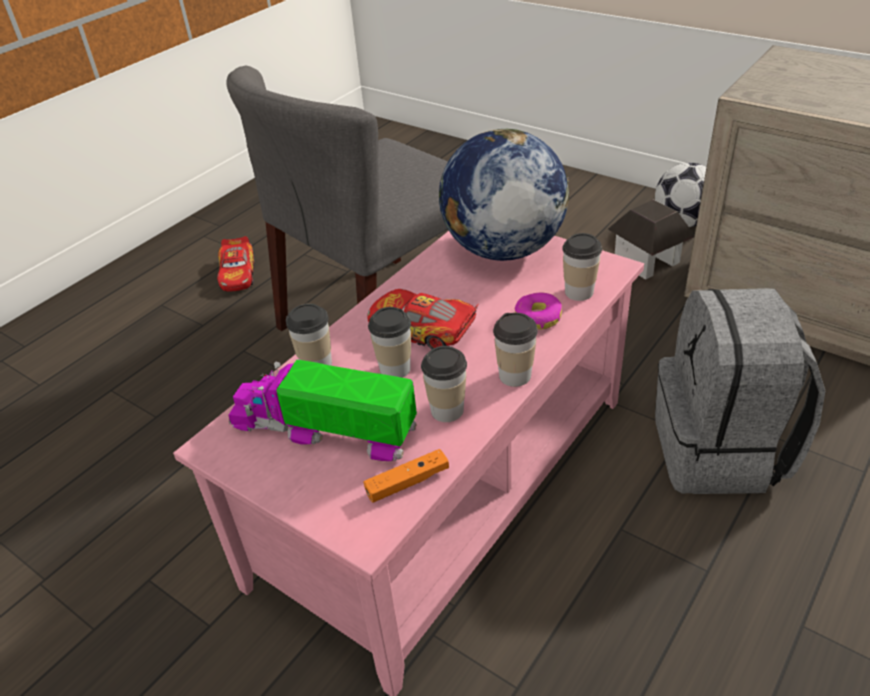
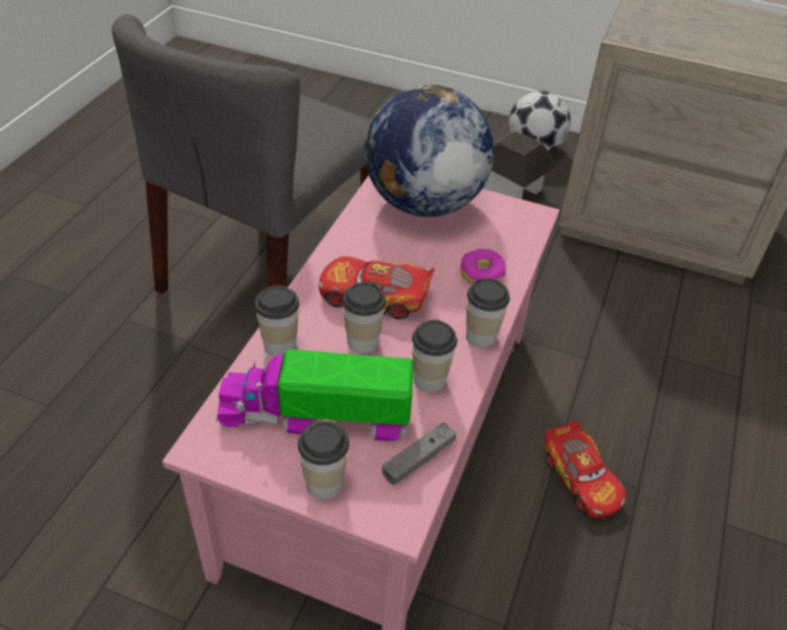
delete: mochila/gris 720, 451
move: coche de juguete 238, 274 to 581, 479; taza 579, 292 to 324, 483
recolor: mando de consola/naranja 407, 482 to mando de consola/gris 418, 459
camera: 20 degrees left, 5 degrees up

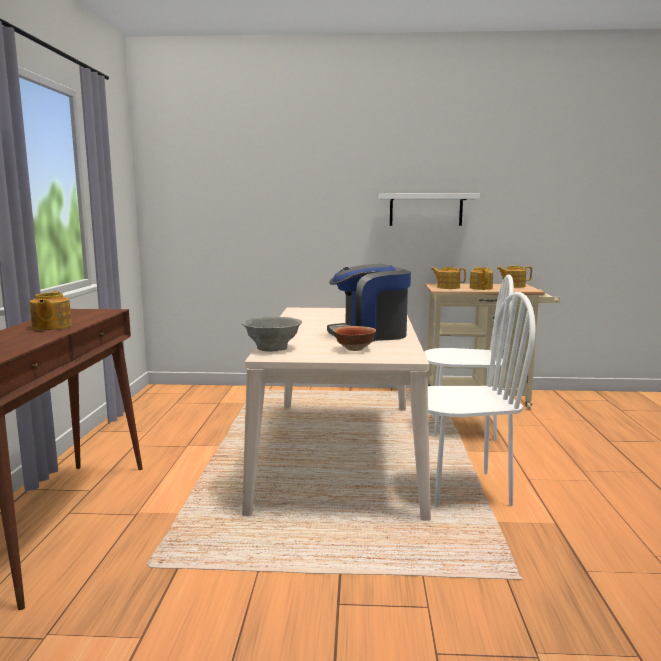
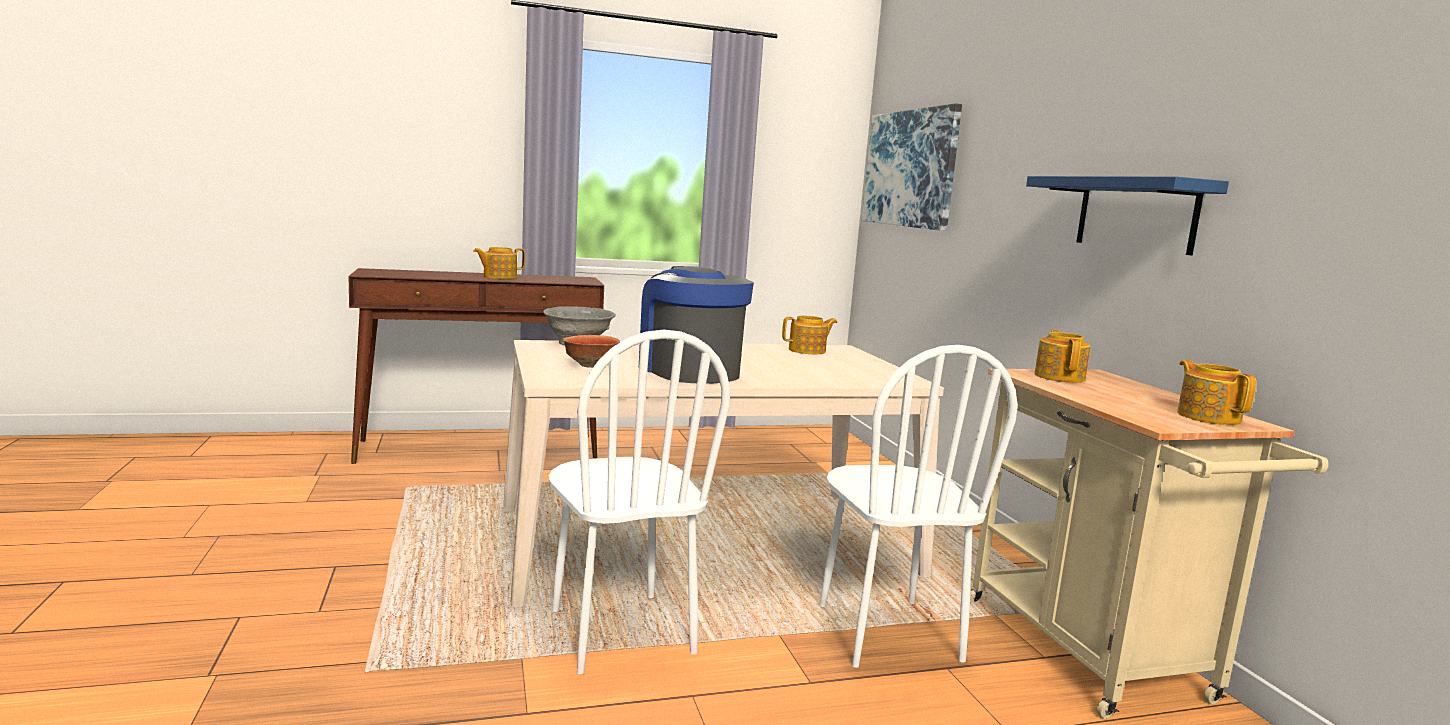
insert: cuadro 910, 169
move: tetera 481, 288 to 808, 351
recolor: estante/blanco 426, 210 to estante/azul 1135, 214
camera: 70 degrees right, 0 degrees up

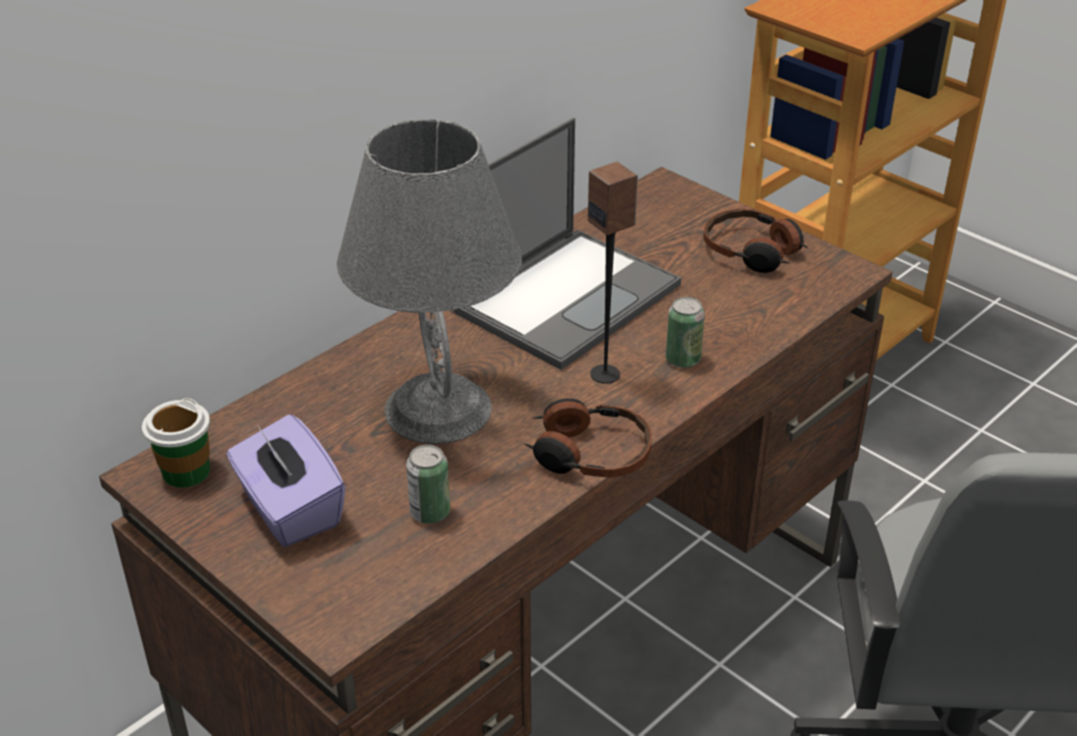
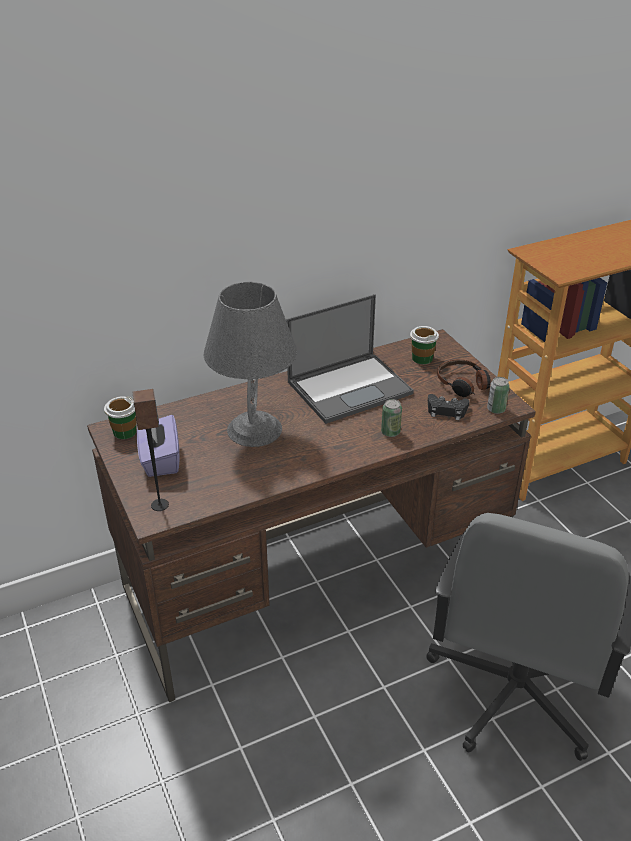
delete: auriculares 588, 454
insert: taza 422, 358; mando de consola/negro 446, 410
move: lata 430, 512 to 496, 409; altavoz 605, 374 to 160, 505
camera: 20 degrees right, 0 degrees up

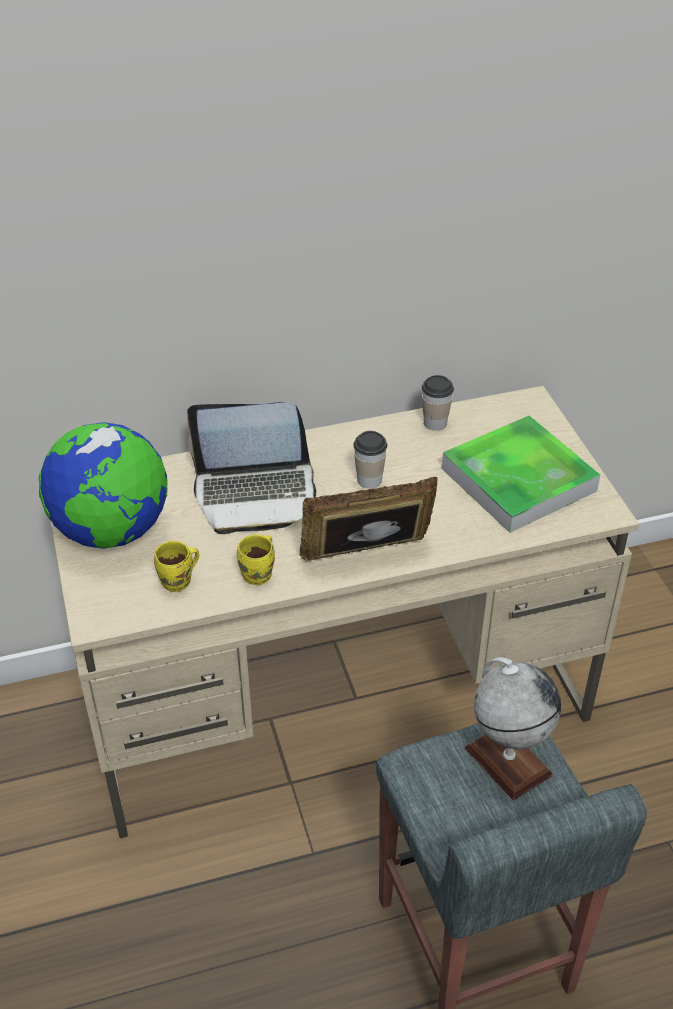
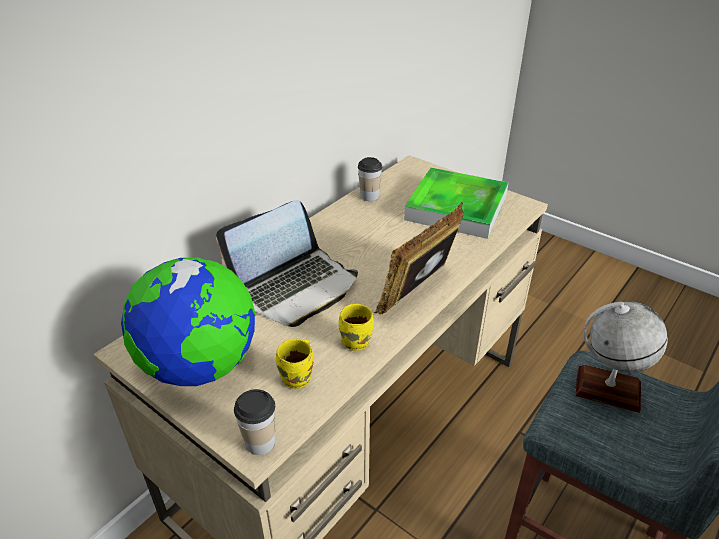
move: taza 369, 480 to 260, 442
camera: 35 degrees left, 5 degrees down

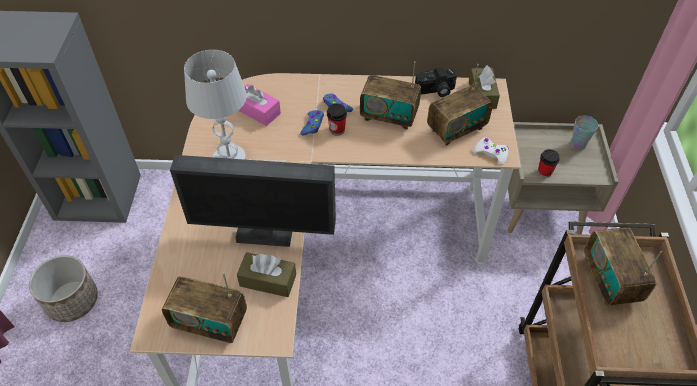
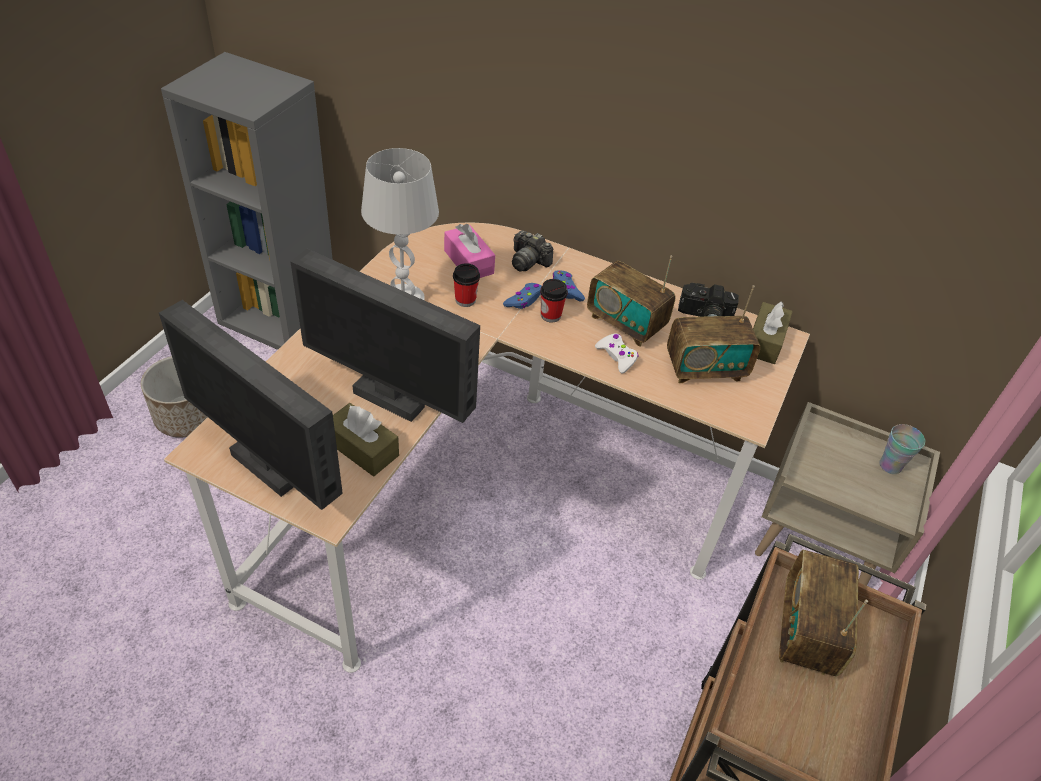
insert: cámara 528, 261
move: mando de consola/blanco 491, 153 to 616, 356; taza 544, 172 to 465, 300
replace: radio 210, 322 to monitor 268, 466
camera: 20 degrees right, 5 degrees down

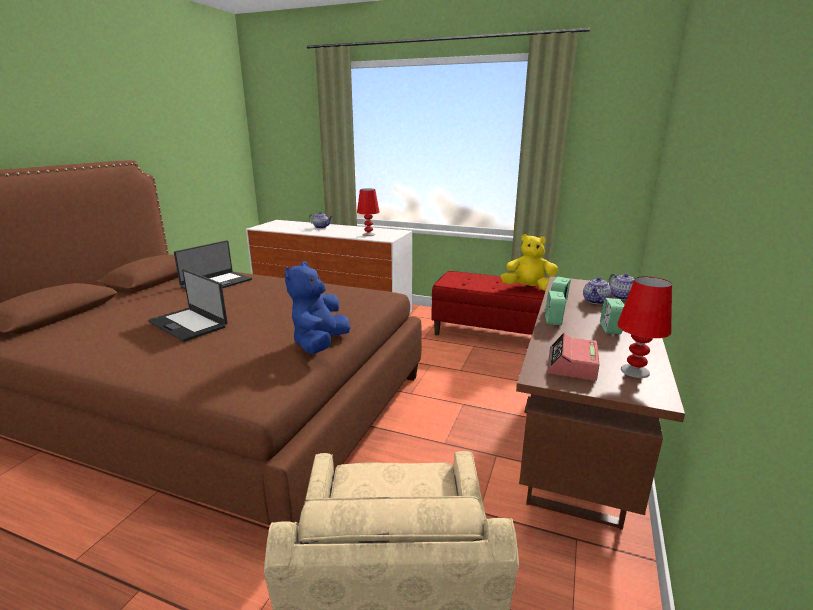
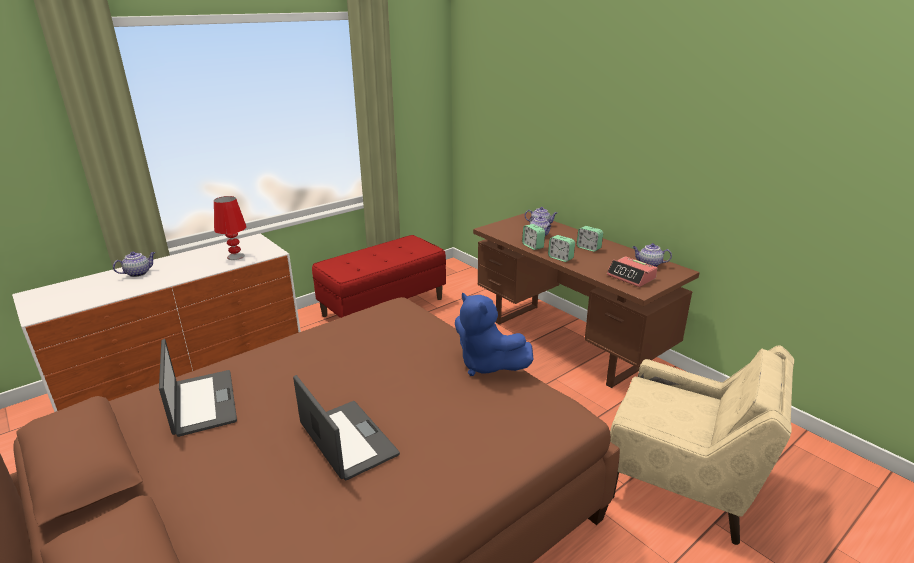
delete: peluche/amarillo 528, 288
replace: lámpara de mesa/rojo 634, 371 to tetera 649, 264
rotate: portátil 189, 324 = 347, 440 105 degrees counterclockwise
camera: 60 degrees left, 5 degrees up

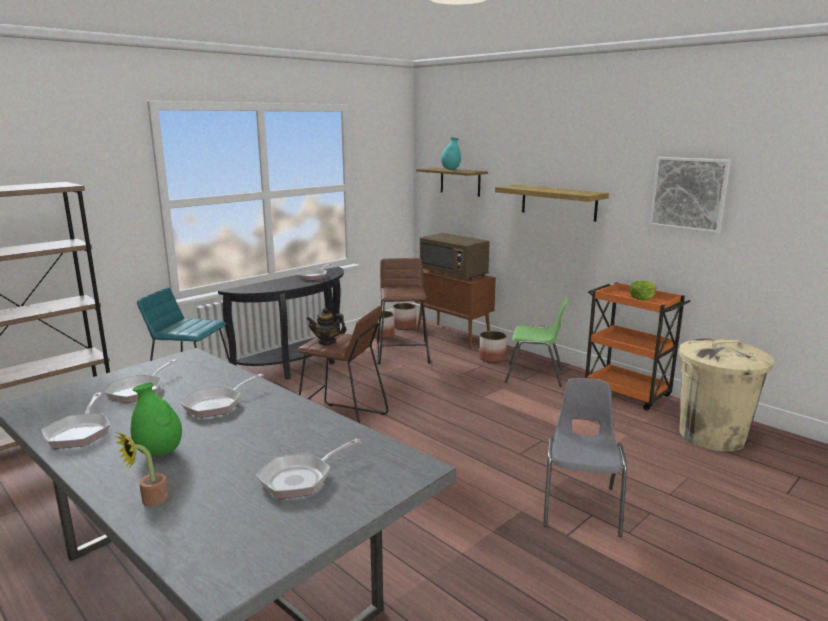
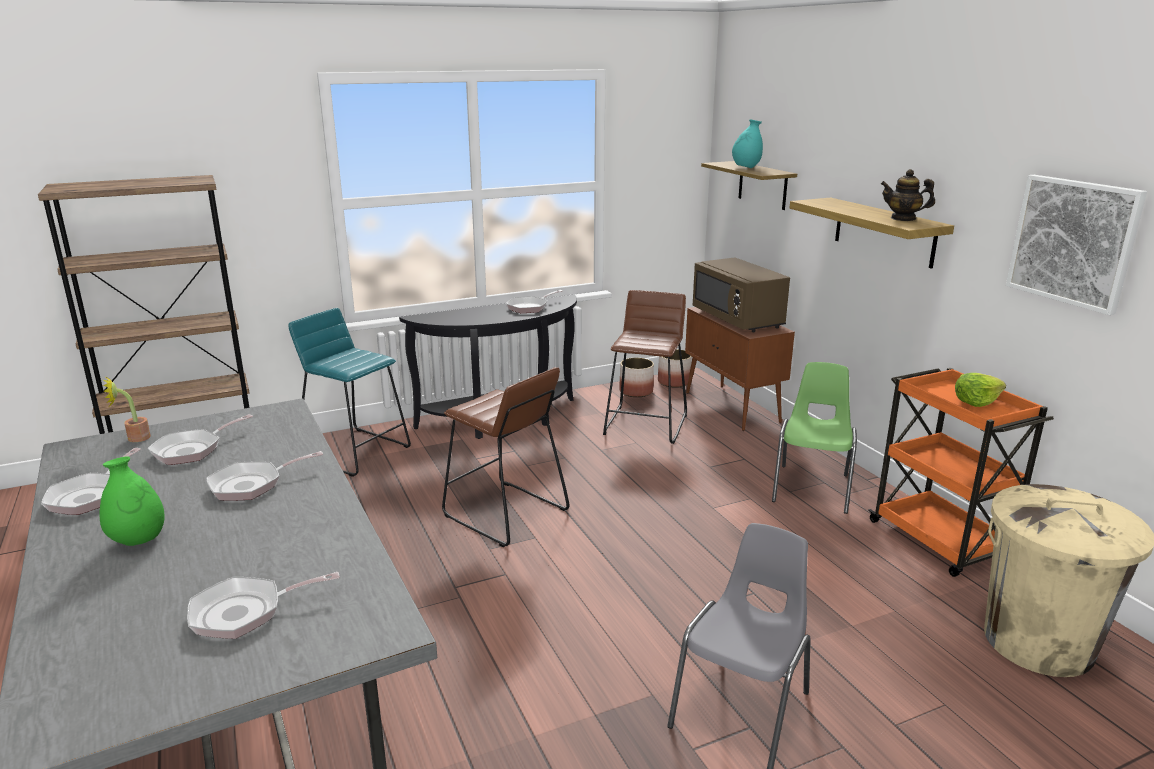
delete: maceta 492, 358
move: planta en maceta 149, 501 to 134, 438; tetera 326, 342 to 903, 218
rotate: silla/verde 535, 376 = 812, 488 105 degrees counterclockwise
camera: 20 degrees right, 5 degrees up

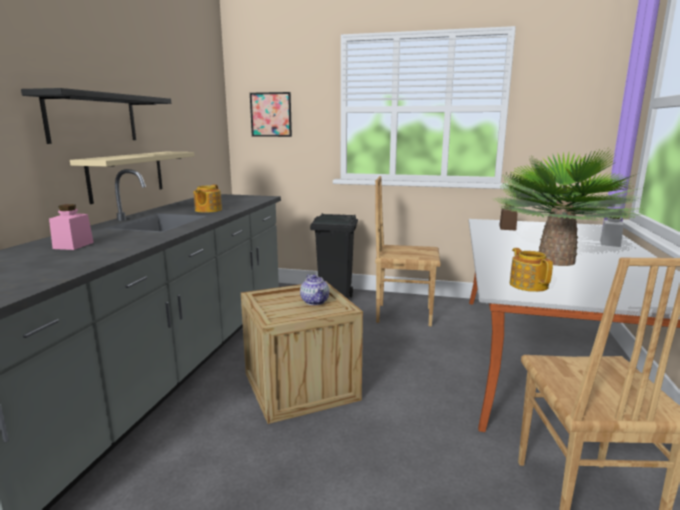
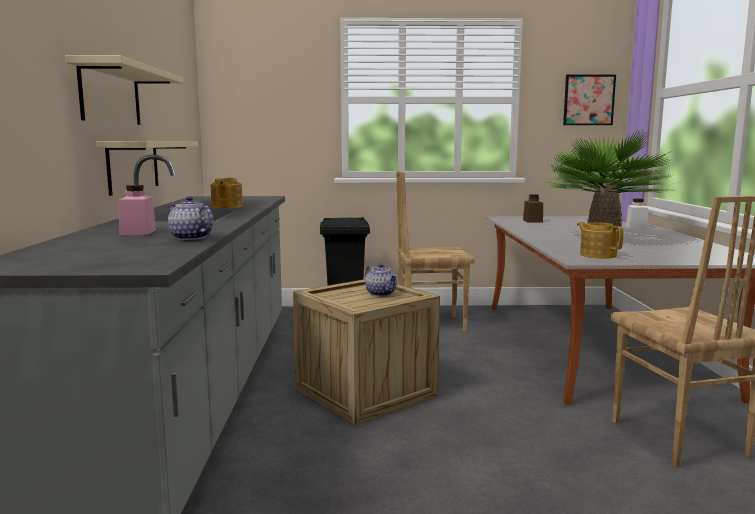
insert: tetera 190, 238
move: cuadro 271, 114 to 589, 100
recolor: estante/negro 93, 118 to estante/beis 111, 95
camera: 15 degrees left, 5 degrees down

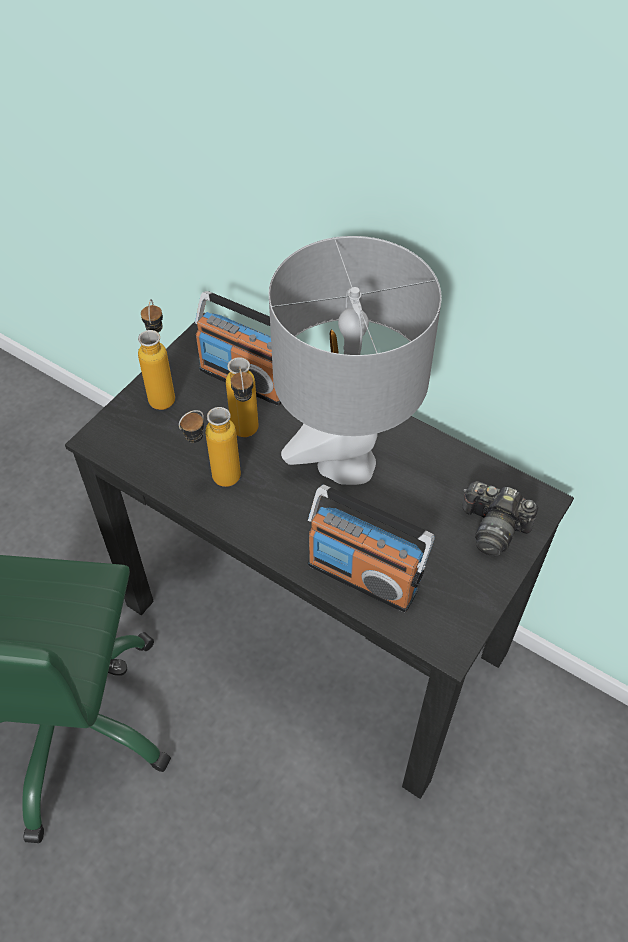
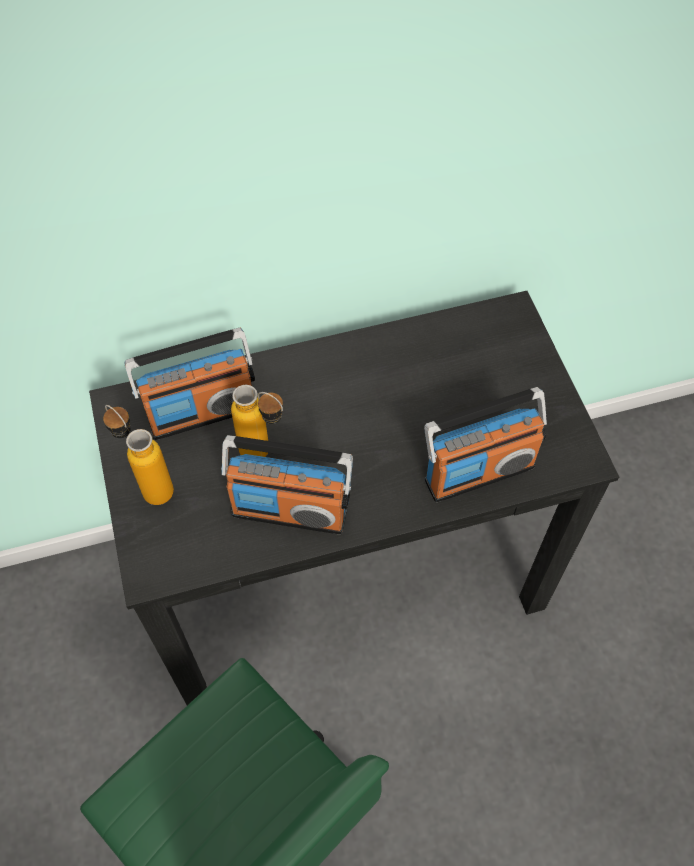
delete: lámpara de mesa/gris 346, 463; cámara 493, 527
replace: botella 215, 481 to radio 289, 511
camera: 50 degrees left, 5 degrees up

